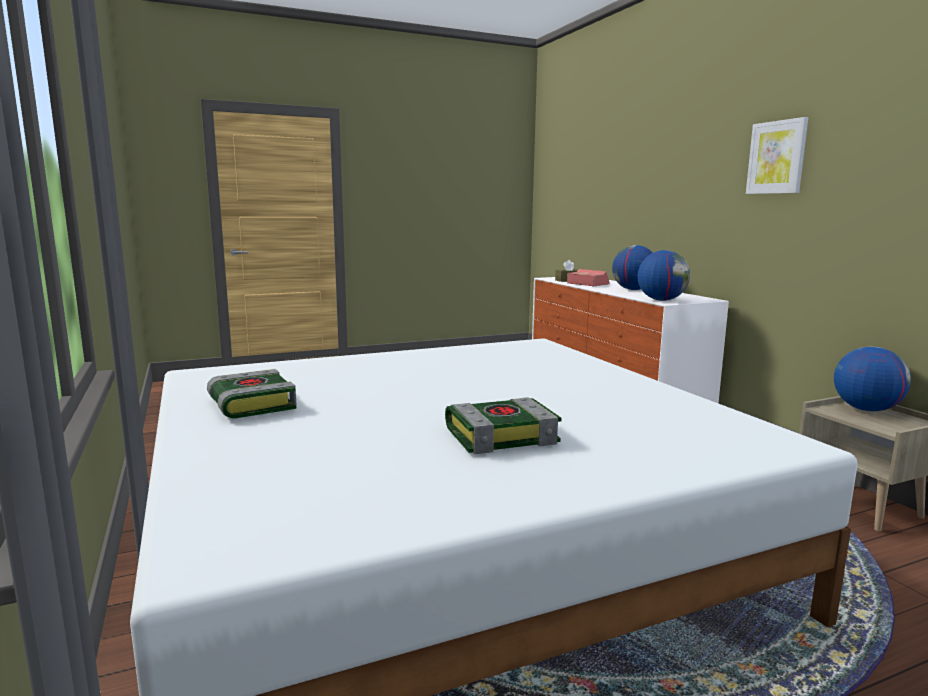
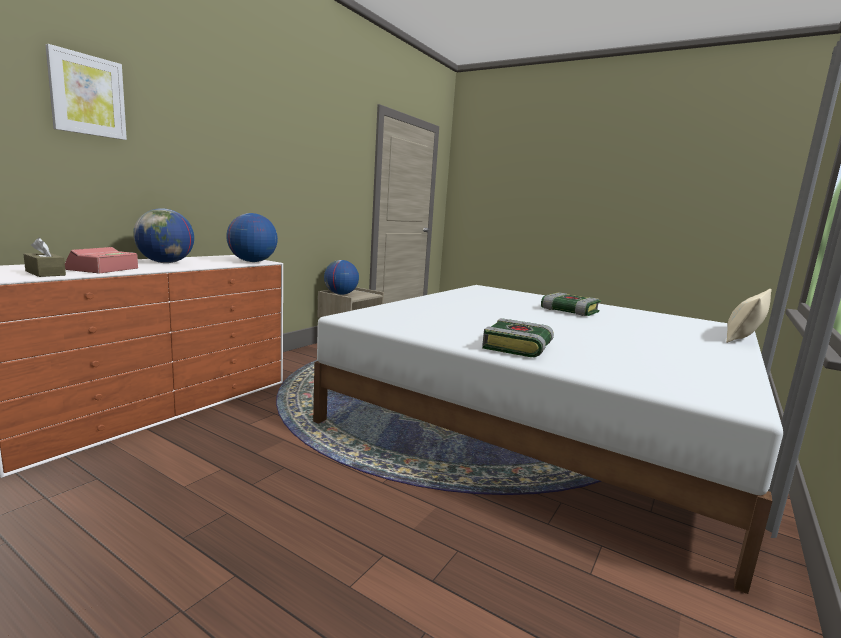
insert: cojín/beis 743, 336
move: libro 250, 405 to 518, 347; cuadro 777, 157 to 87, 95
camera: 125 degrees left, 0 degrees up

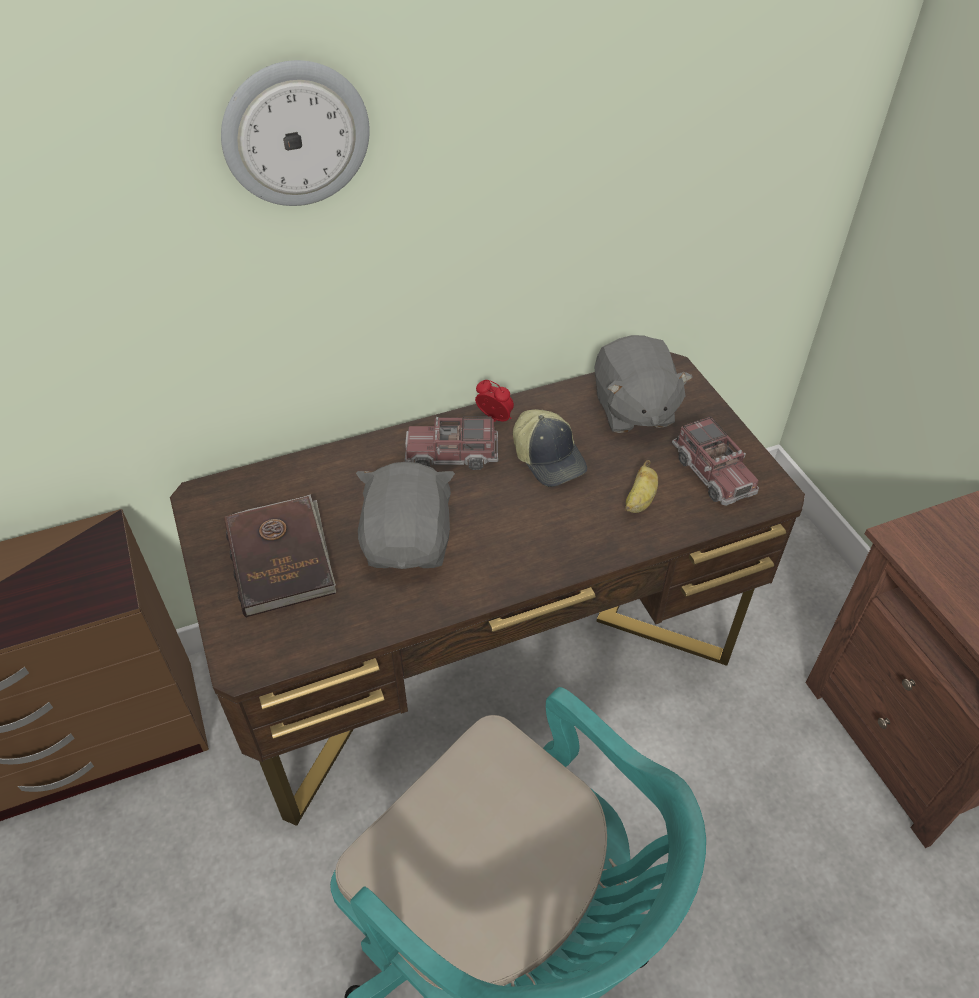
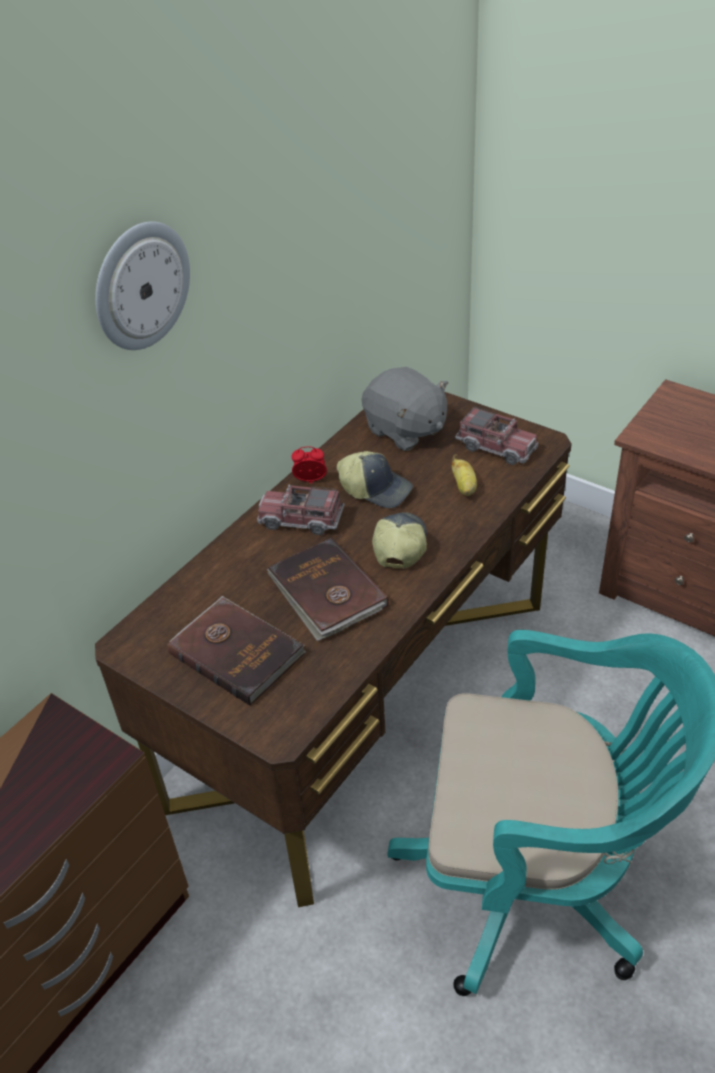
insert: gorra 399, 546
replace: peluche/gris 409, 542 to libro/marrón 326, 593
rotate: camión de juguete 452, 454 = 301, 520 45 degrees clockwise
camera: 30 degrees left, 5 degrees down

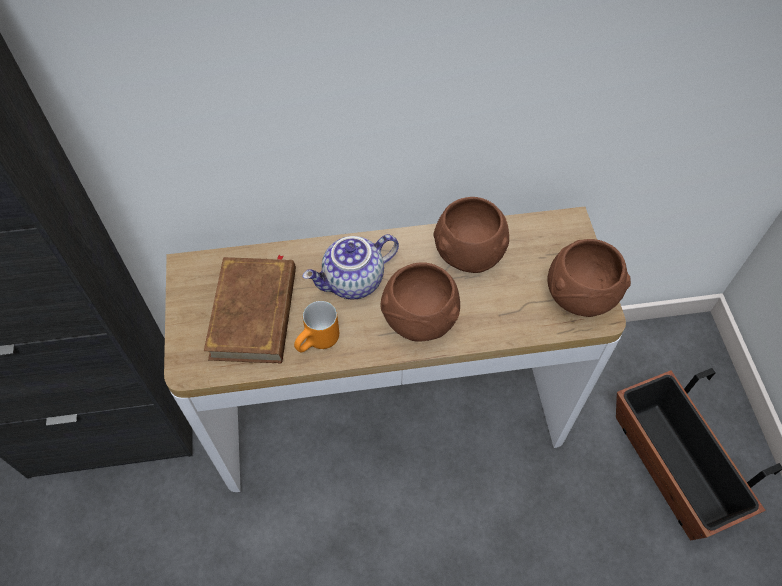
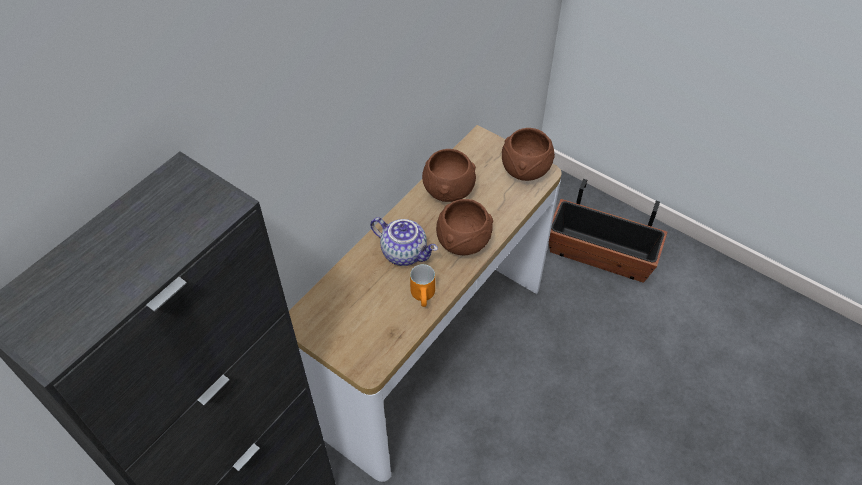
delete: libro/marrón 255, 313
rotate: tetera 353, 282 = 405, 252 75 degrees counterclockwise
camera: 45 degrees left, 5 degrees down

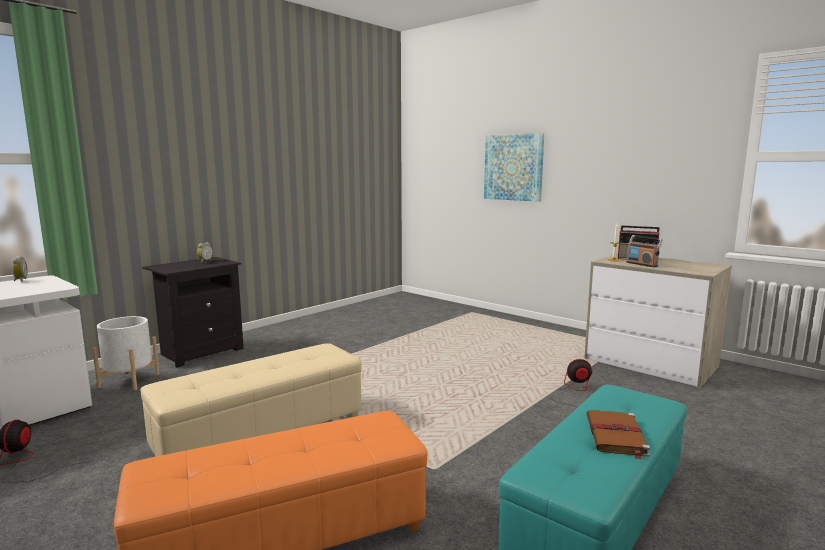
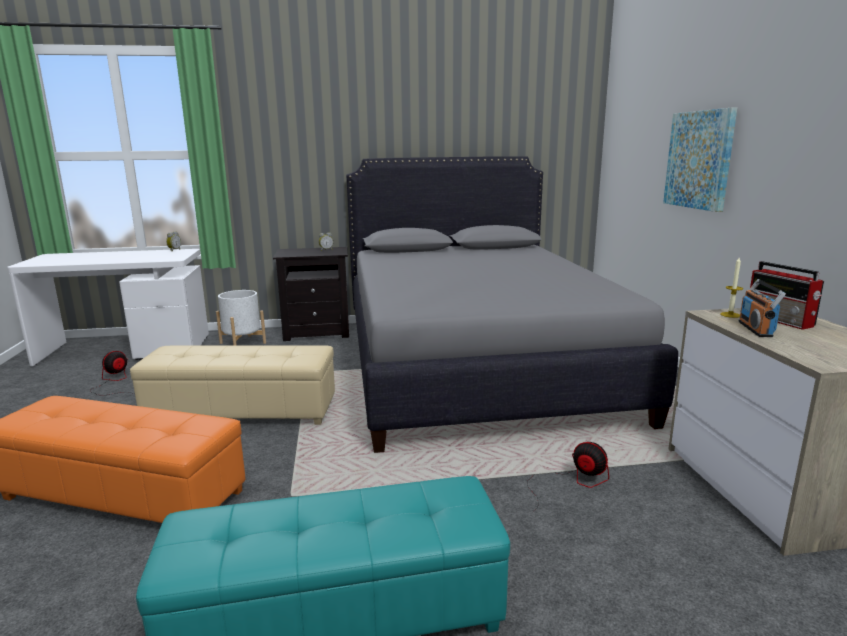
delete: libro/marrón 616, 436
insert: cama/gris 473, 364
camera: 40 degrees right, 5 degrees up

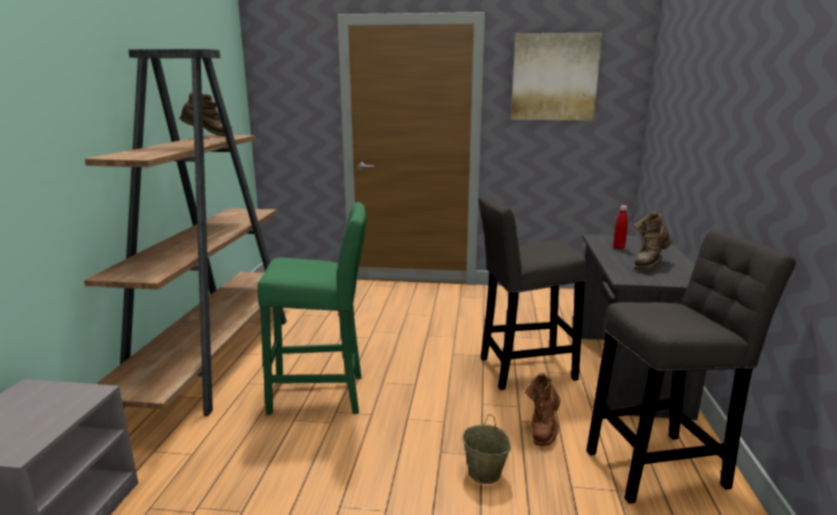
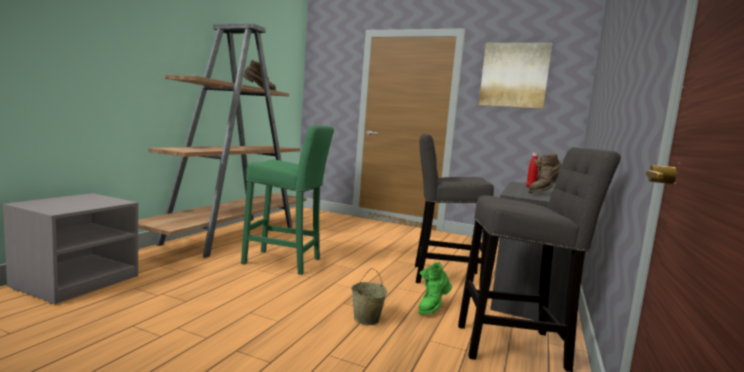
recolor: bota/marrón 543, 429 to bota/verde 432, 307
camera: 15 degrees right, 10 degrees down

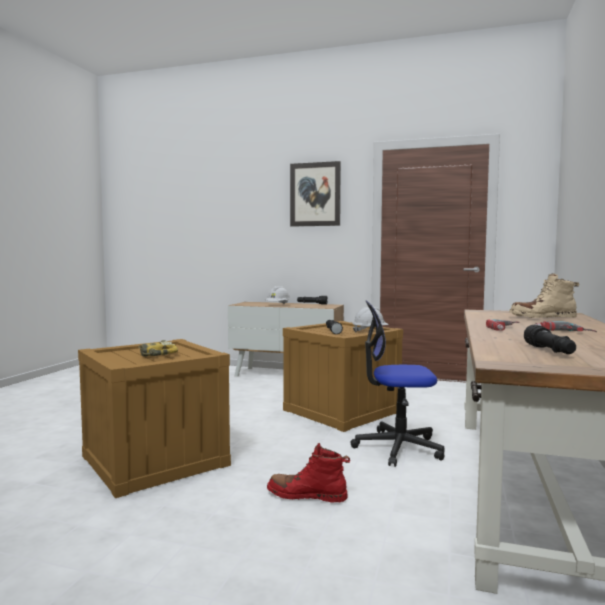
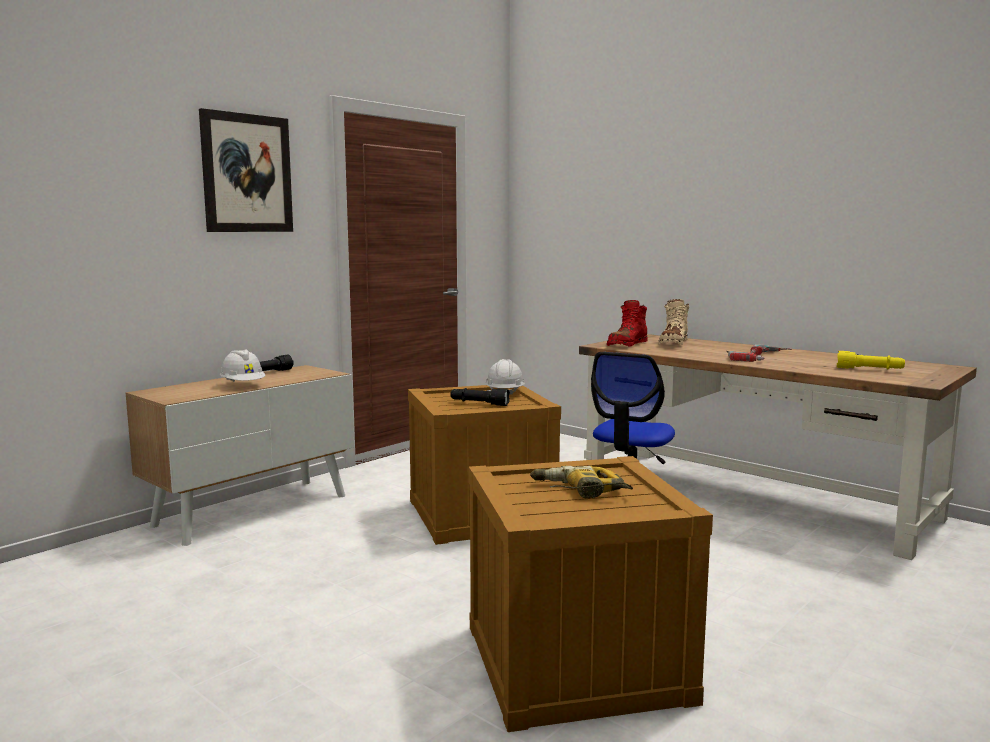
move: bota/rojo 307, 496 to 627, 345
recolor: linterna/negro 550, 351 to linterna/amarillo 869, 369
camera: 65 degrees left, 5 degrees up

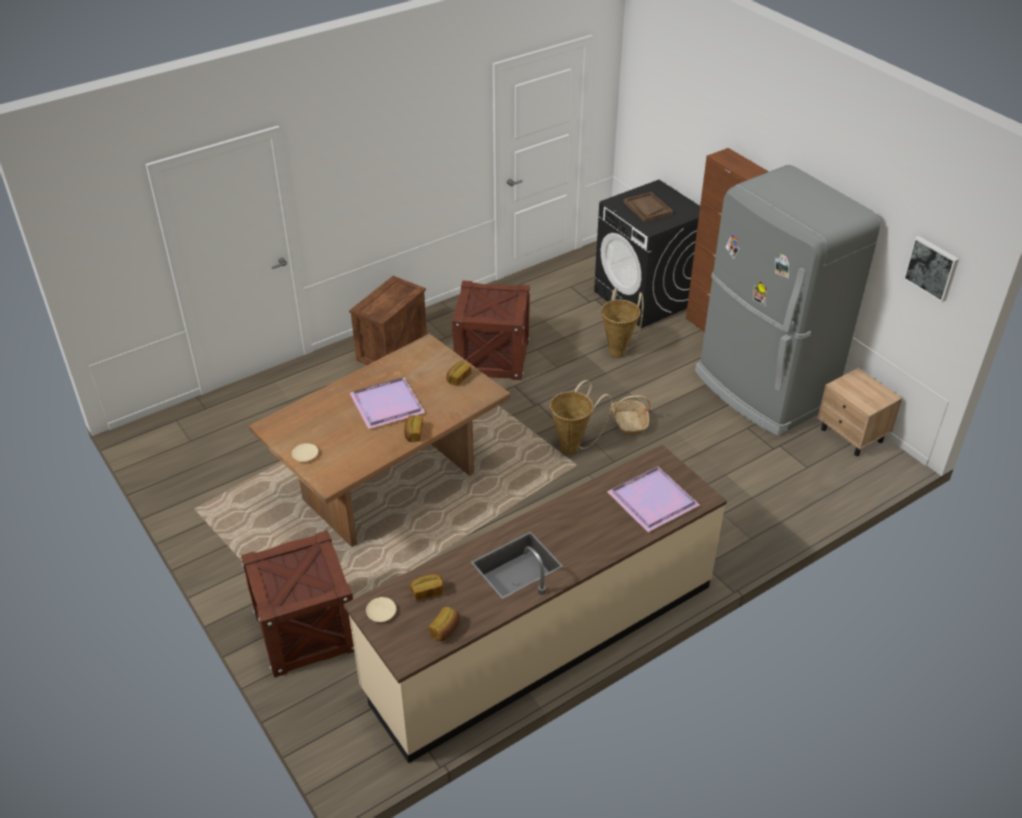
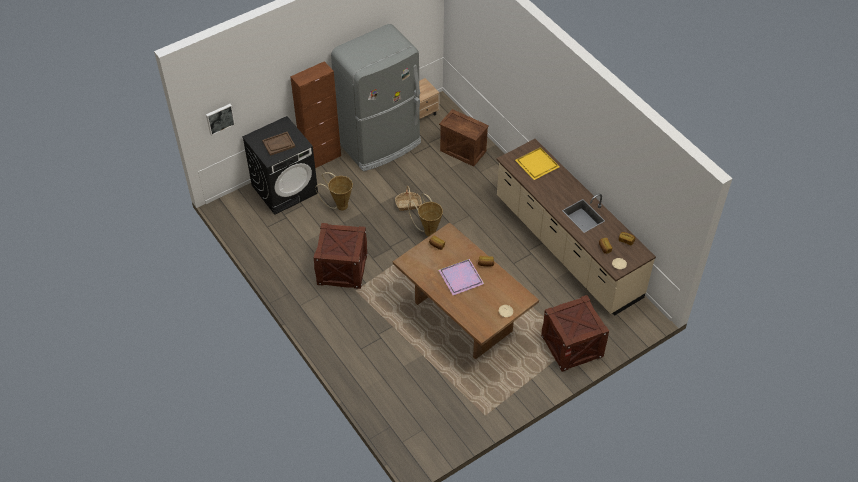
move: caja de embalaje 392, 350 to 463, 151; cuadro 932, 268 to 220, 118
recolor: bandeja/morado 651, 500 to bandeja/amarillo 537, 165
camera: 90 degrees left, 10 degrees up

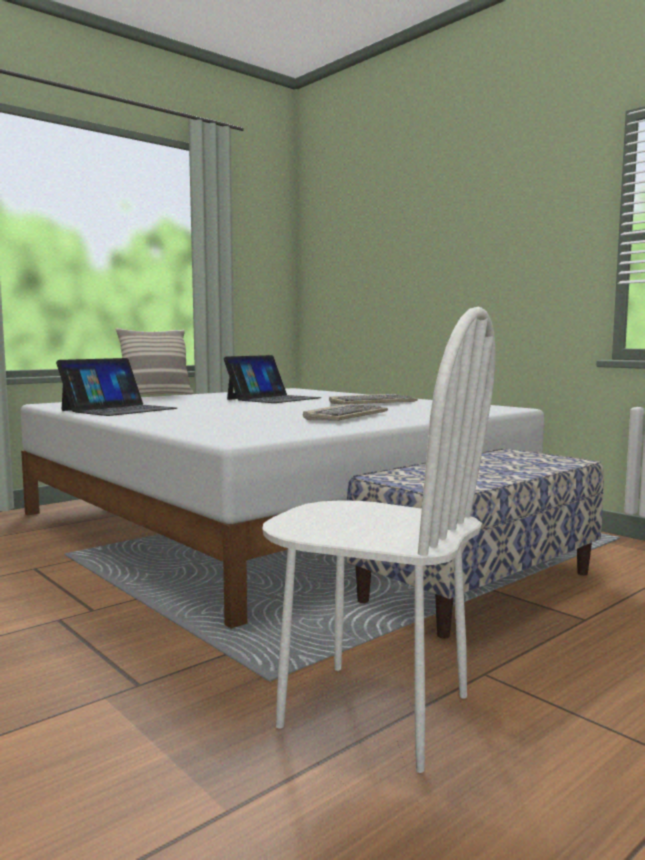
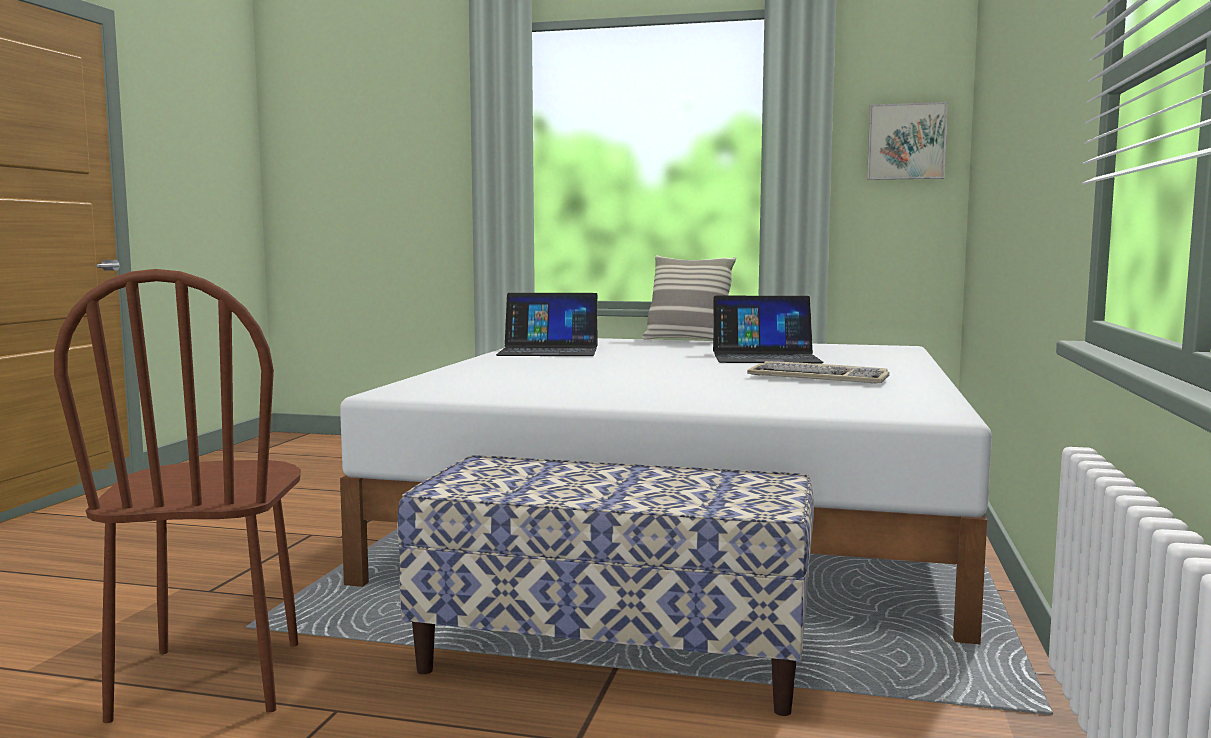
delete: teclado 346, 416
insert: cuadro 906, 142
recolor: silla/blanco 374, 712 to silla/marrón 211, 680
camera: 55 degrees right, 0 degrees up

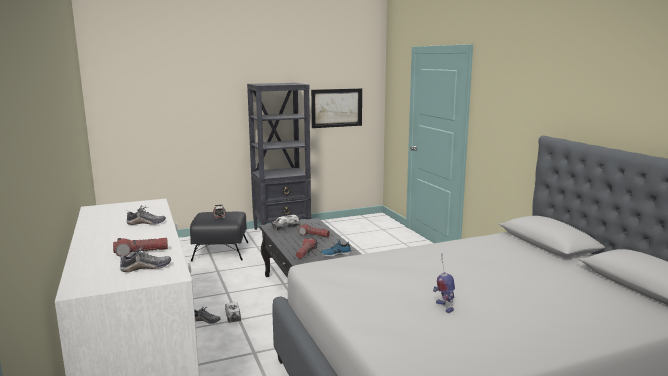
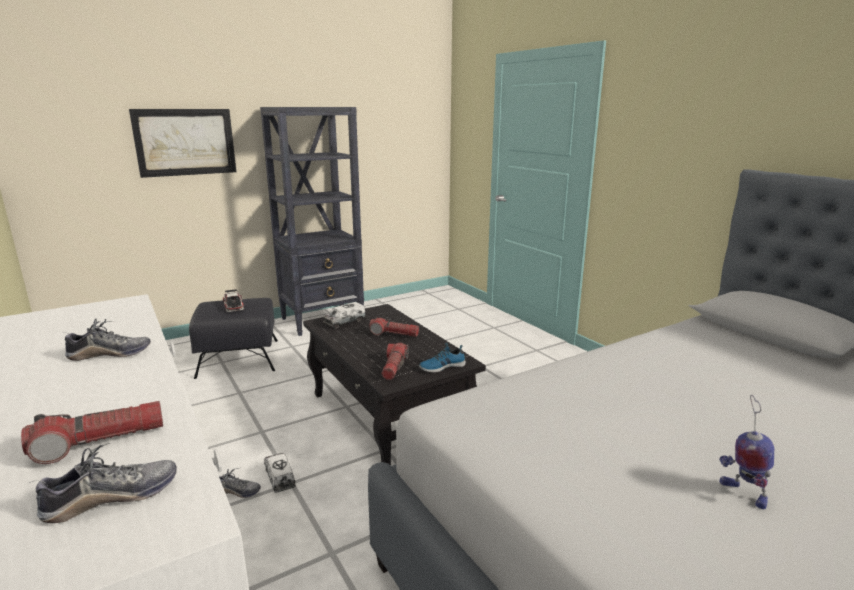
move: cuadro 336, 108 to 185, 142
camera: 10 degrees left, 5 degrees up

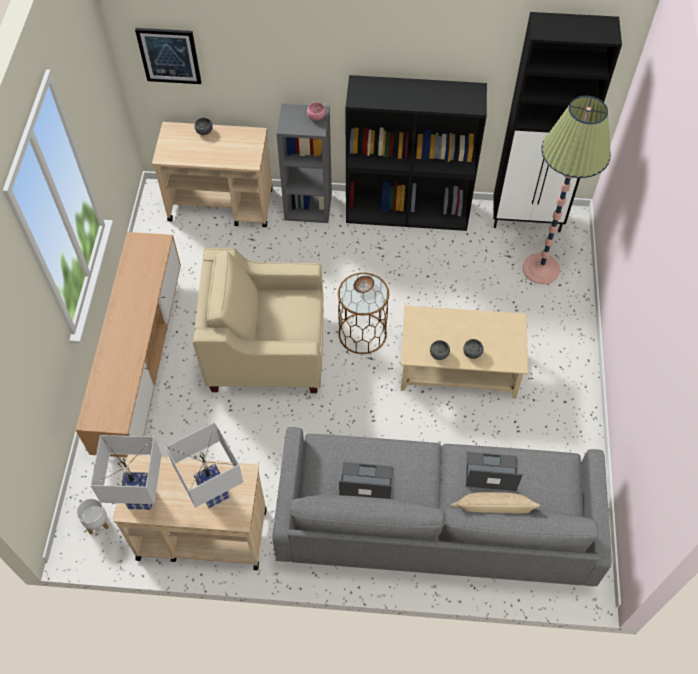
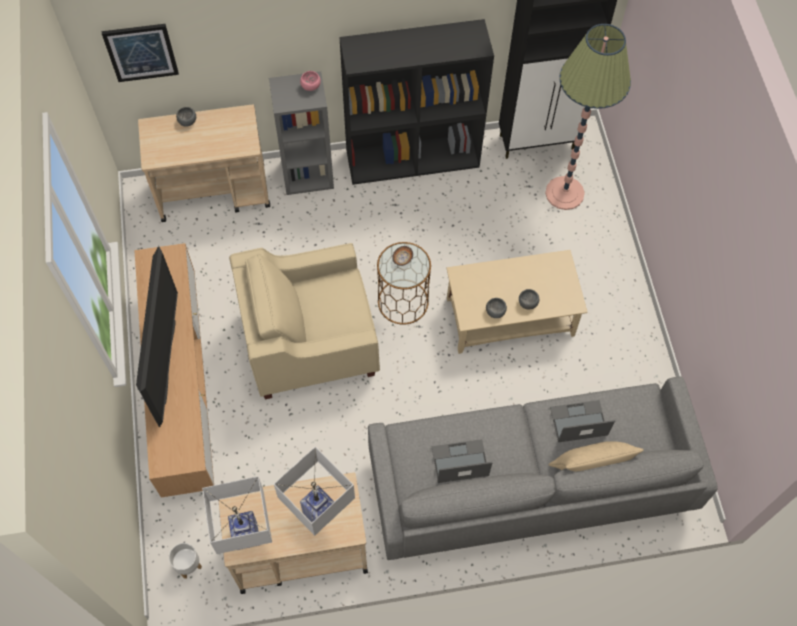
insert: televisor 168, 361
camera: 15 degrees left, 5 degrees up

